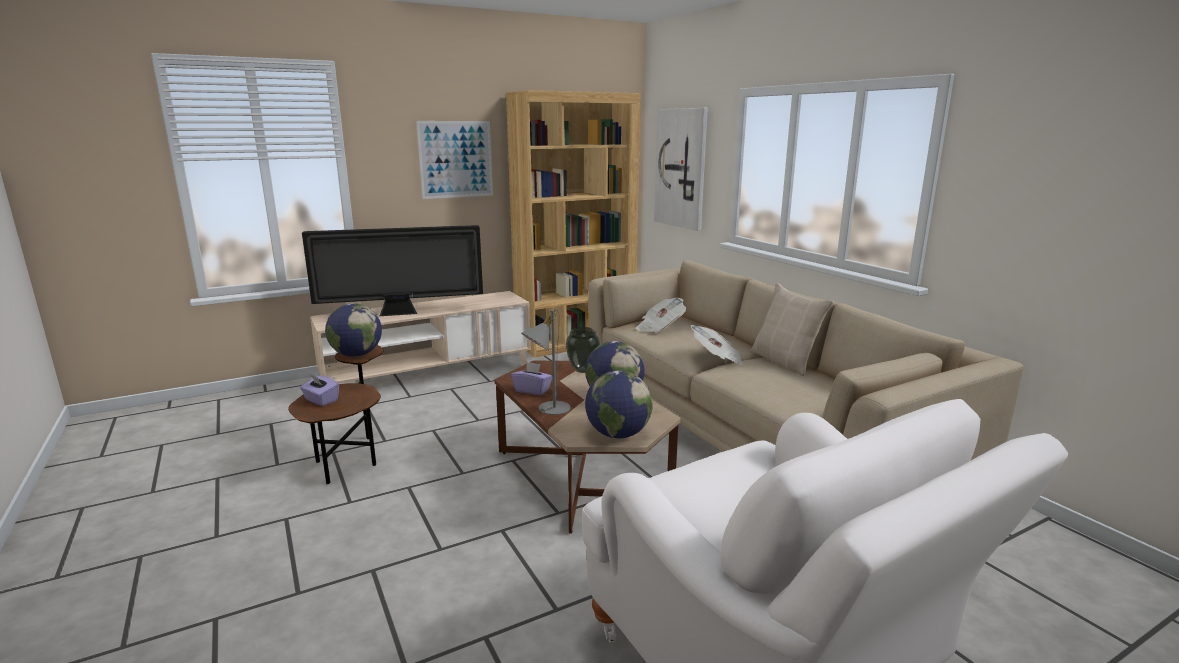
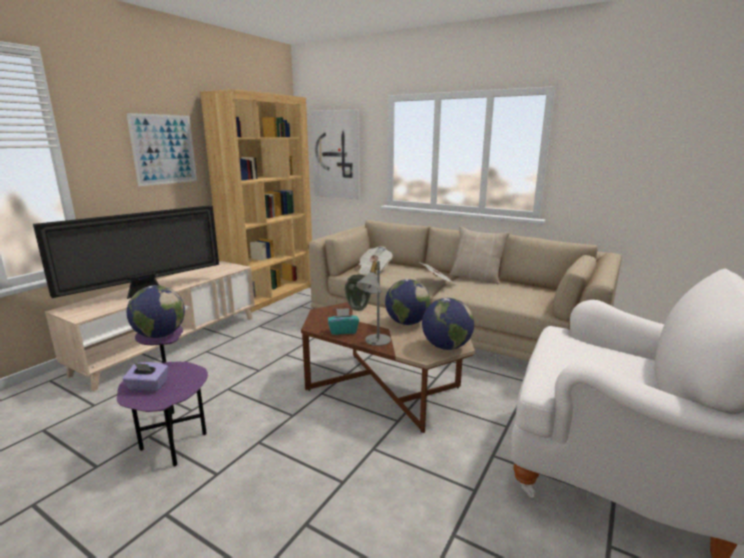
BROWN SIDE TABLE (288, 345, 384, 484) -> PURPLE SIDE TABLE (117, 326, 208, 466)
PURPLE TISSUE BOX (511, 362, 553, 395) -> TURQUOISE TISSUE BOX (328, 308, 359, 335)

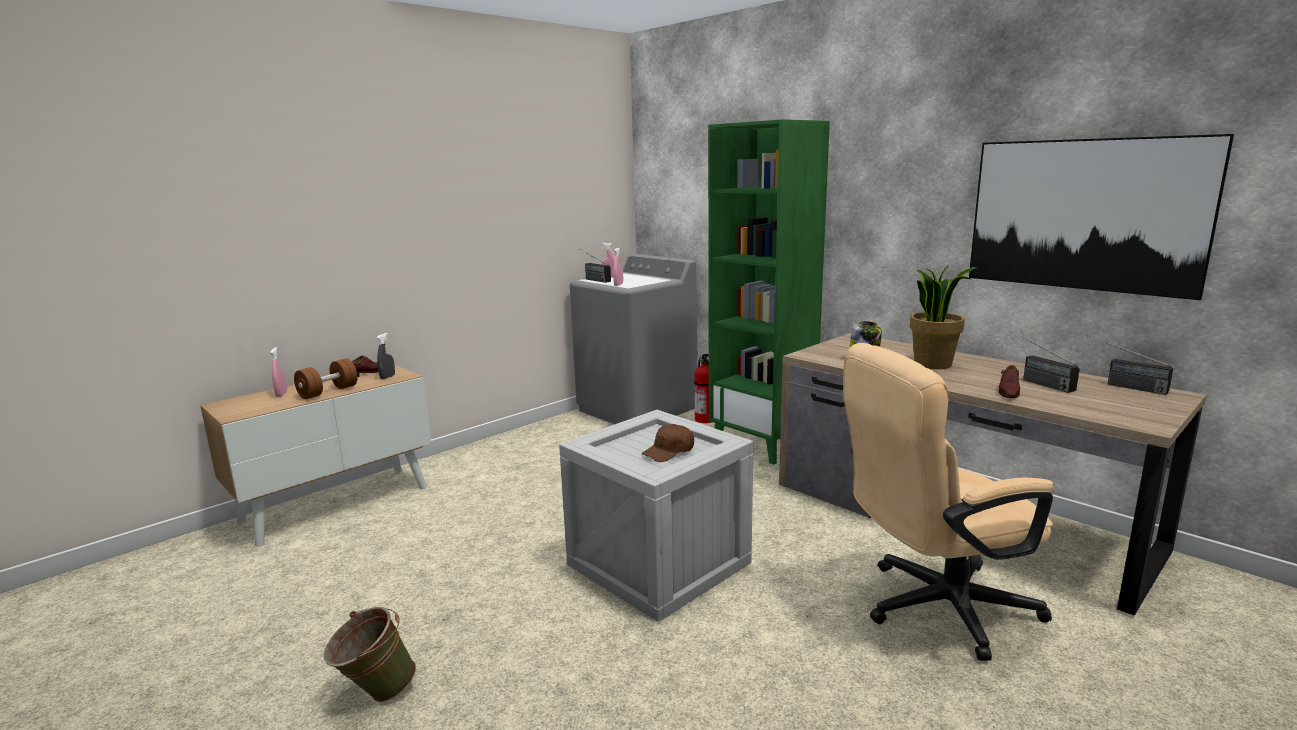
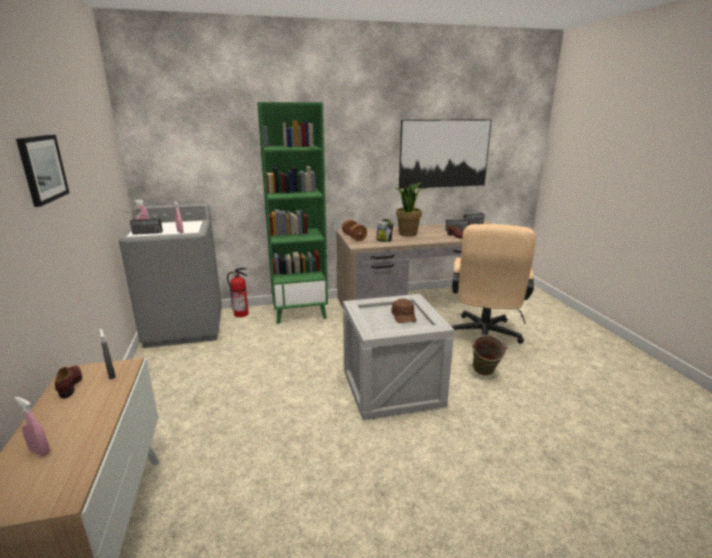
none -> PICTURE (16, 135, 69, 207)
BROWN DUMBBELL (294, 358, 358, 399) -> BROWN DUMBBELL (342, 219, 367, 241), moved
GREEN BUCKET (324, 607, 416, 702) -> GREEN BUCKET (471, 335, 507, 375), moved

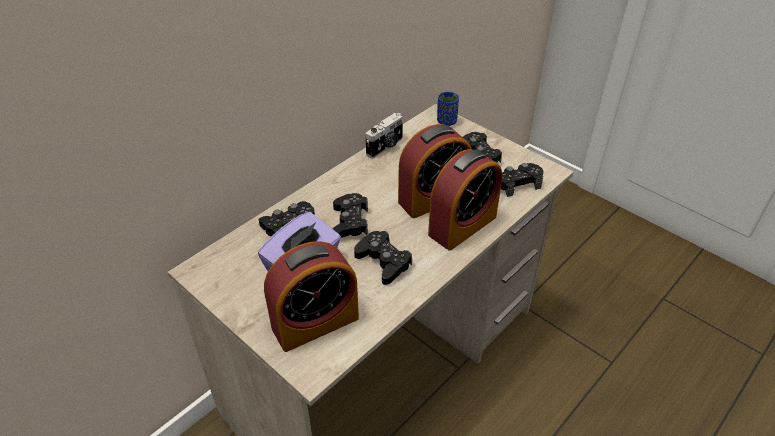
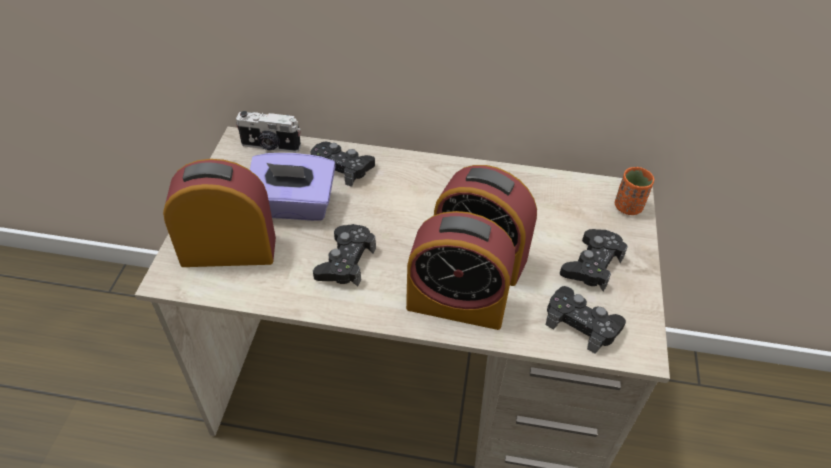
ALARM CLOCK (264, 241, 359, 352) -> ALARM CLOCK (163, 159, 276, 267), 150 degrees clockwise
PHOTO CAMERA (366, 113, 403, 159) -> PHOTO CAMERA (236, 111, 301, 153), moved
BLUE CUP (437, 92, 459, 126) -> ORANGE CUP (615, 167, 654, 215)
BLACK GAME CONTROLLER (333, 193, 368, 238) -> none

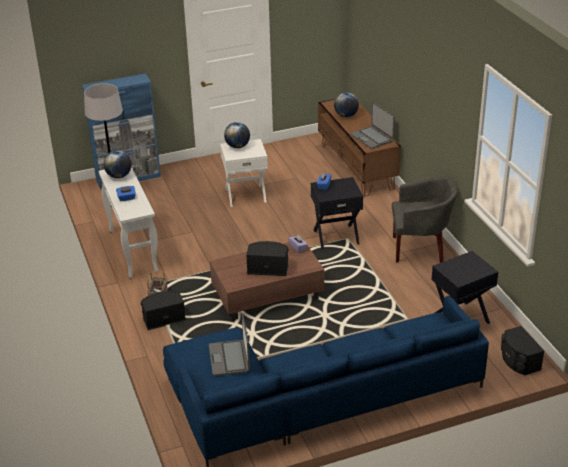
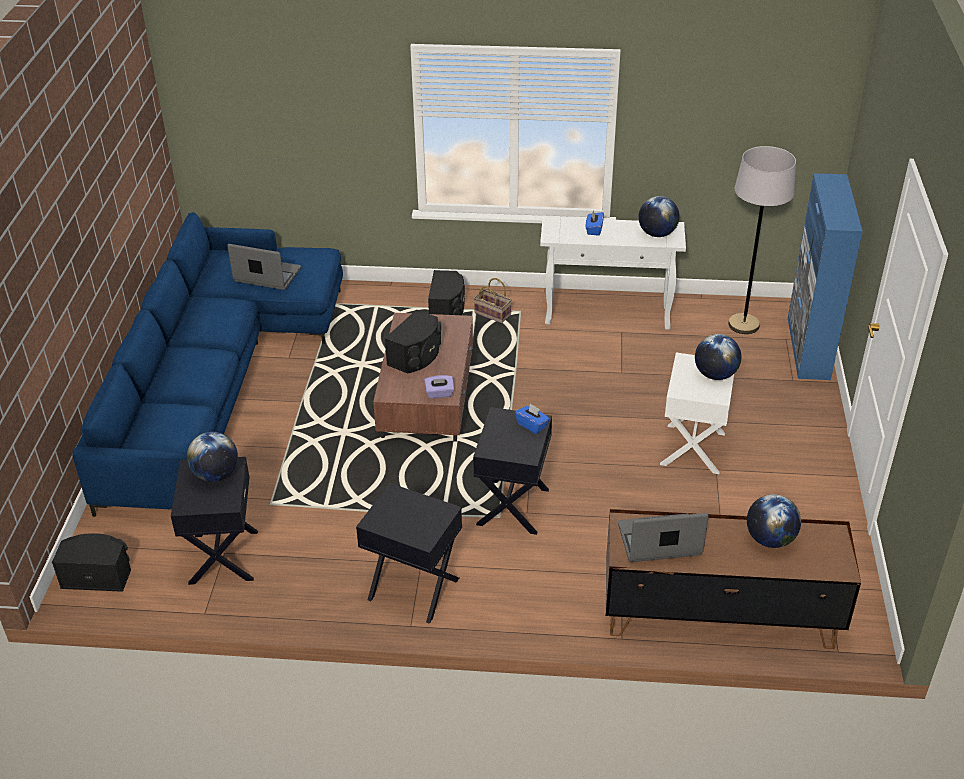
none -> GLOBE (187, 431, 238, 482)
GREY ARMCHAIR (392, 177, 458, 263) -> BLACK SIDE TABLE (356, 483, 462, 624)

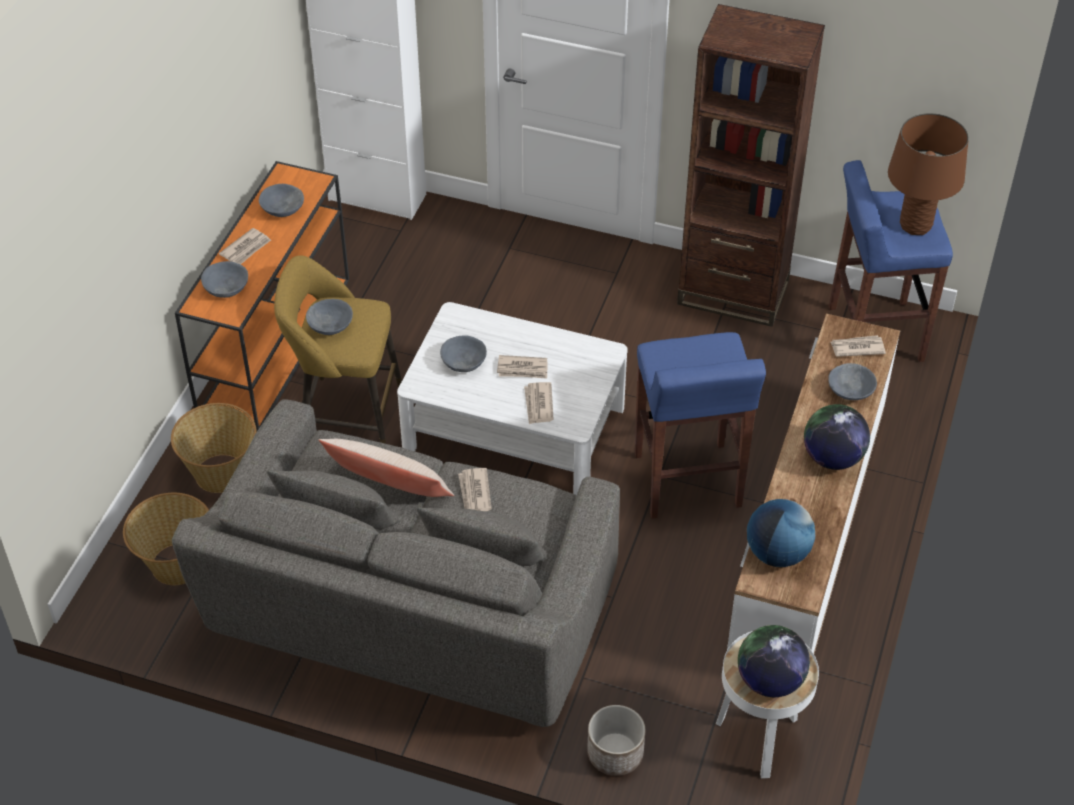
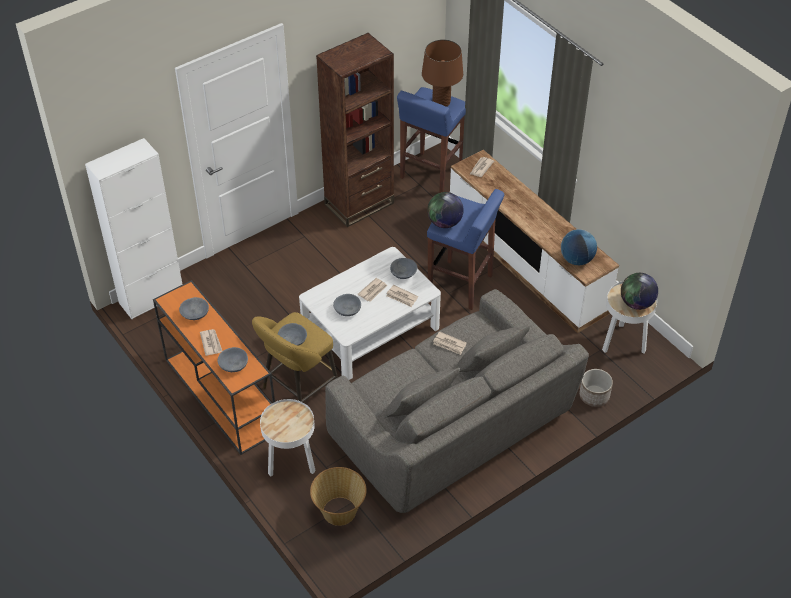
BASKET (171, 403, 256, 493) -> WHITE SIDE TABLE (260, 399, 316, 477)
GREY BOWL (828, 363, 877, 400) -> GREY BOWL (390, 258, 417, 279), moved
GLOBE (804, 404, 870, 470) -> GLOBE (427, 192, 464, 228), moved
BEIGE PILLOW (319, 439, 454, 497) -> none

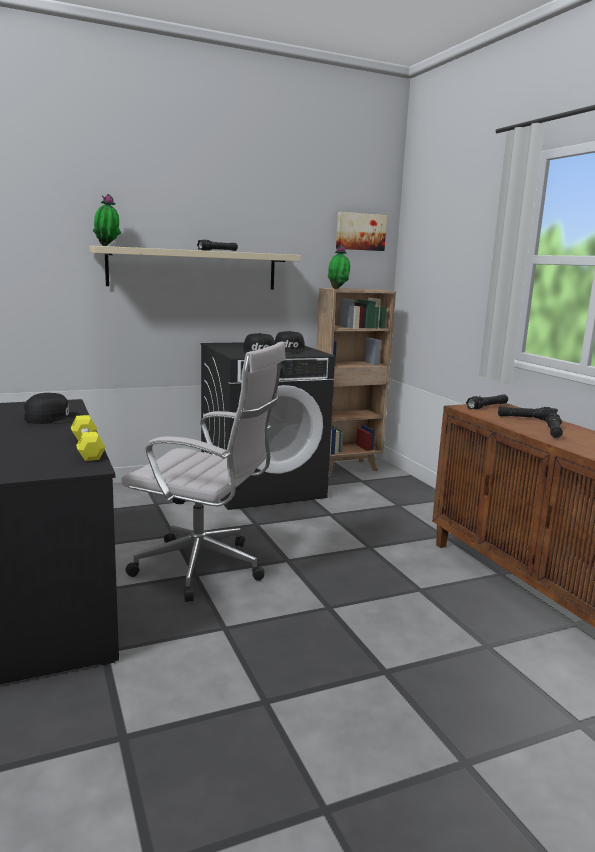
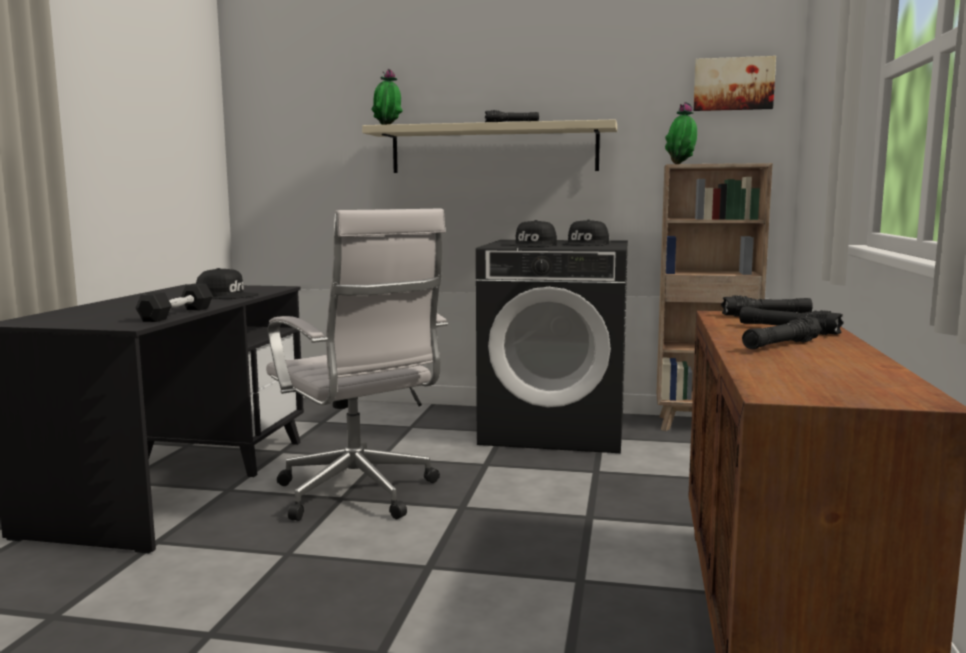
YELLOW DUMBBELL (71, 415, 105, 461) -> BLACK DUMBBELL (136, 284, 213, 322)

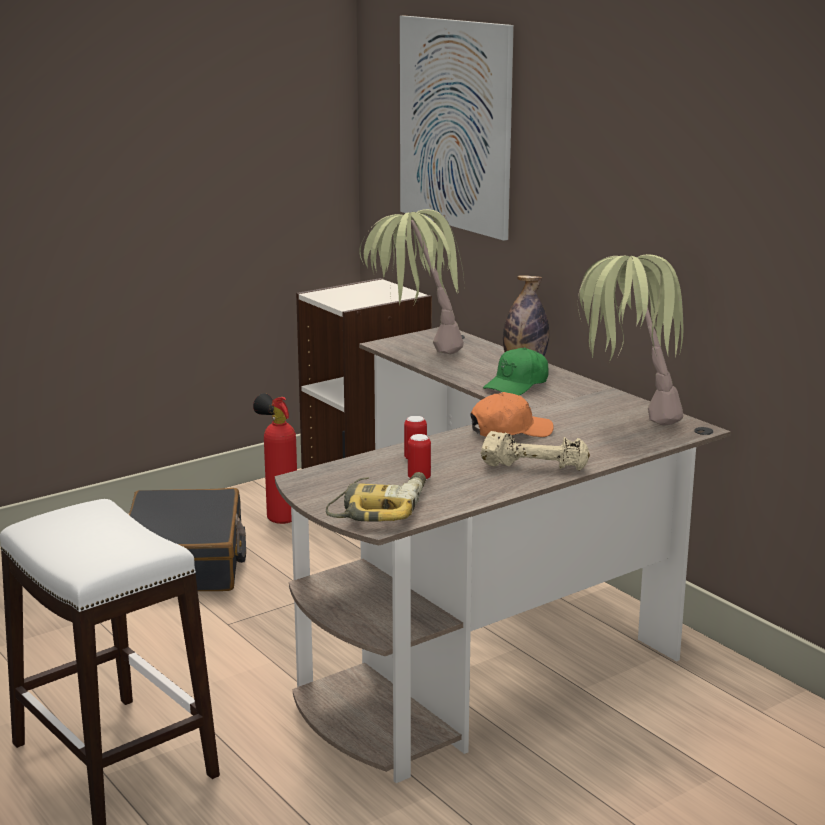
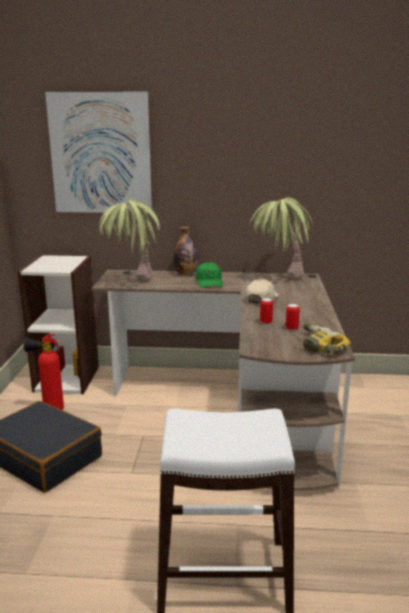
ORANGE CAP (471, 392, 554, 437) -> BEIGE CAP (245, 279, 279, 304)
BEIGE DUMBBELL (480, 431, 590, 470) -> none

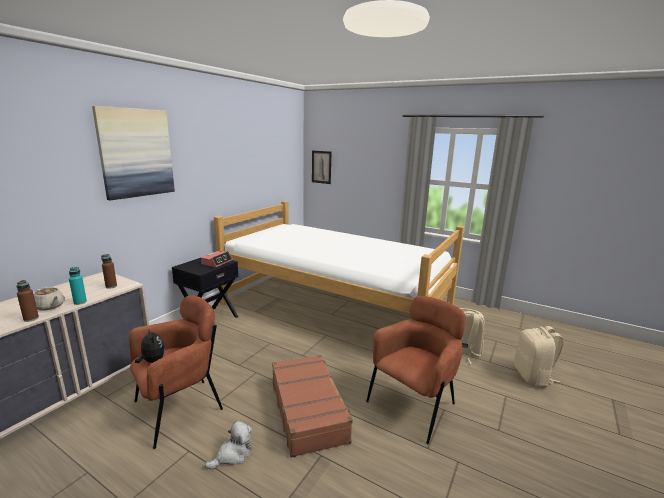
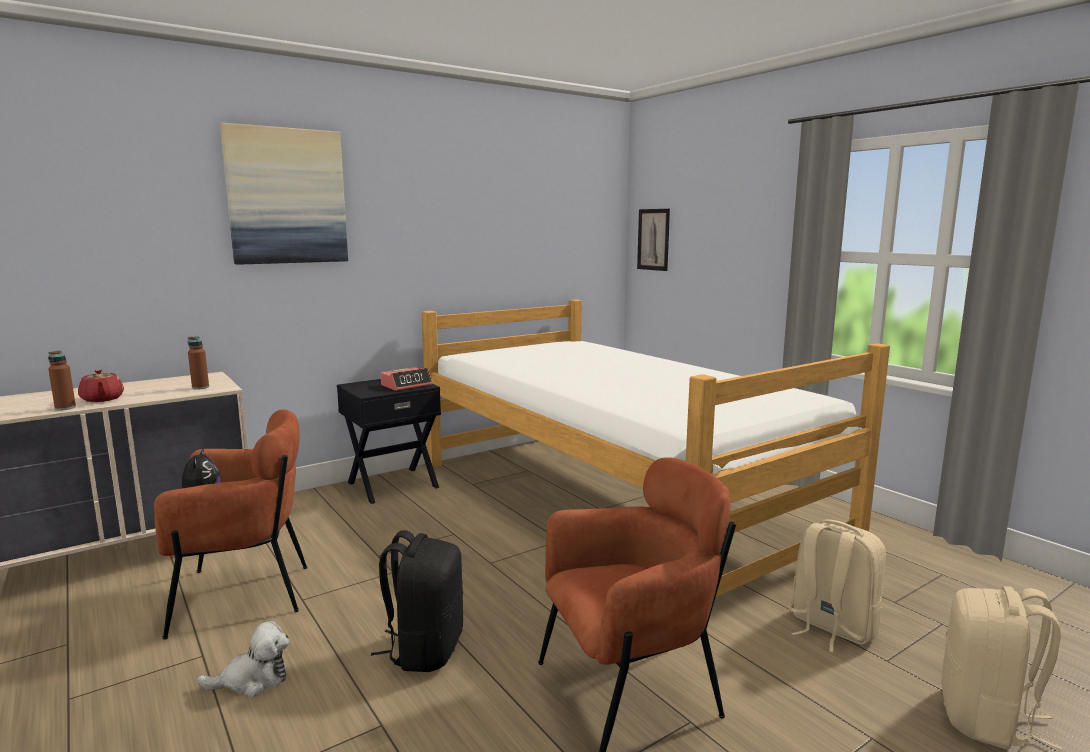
BEIGE TEAPOT (34, 287, 65, 311) -> RED TEAPOT (78, 369, 124, 402)
BROWN SUITCASE (272, 355, 353, 458) -> BLACK BACKPACK (371, 530, 463, 672)
TURQUOISE BOTTLE (69, 267, 87, 305) -> none

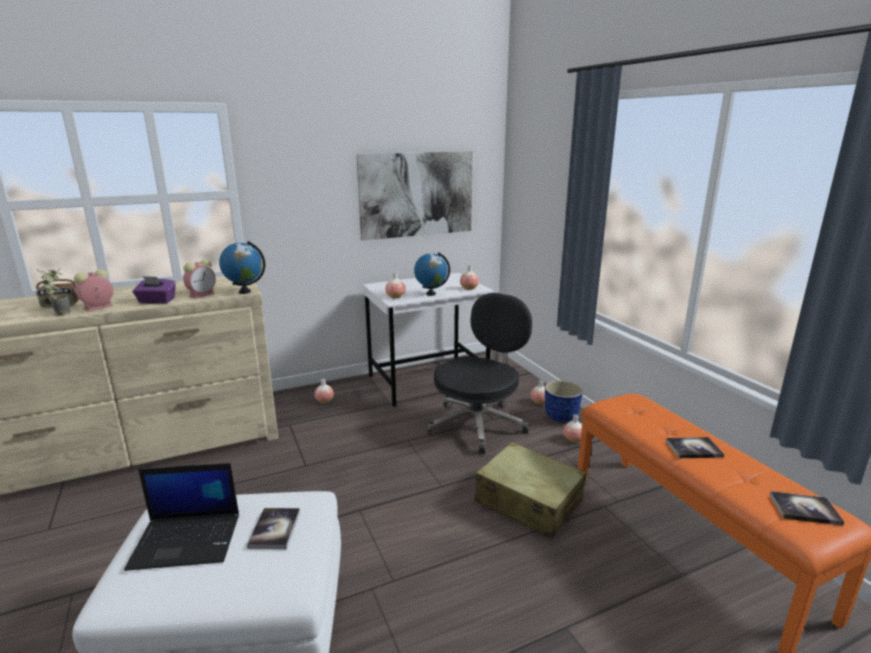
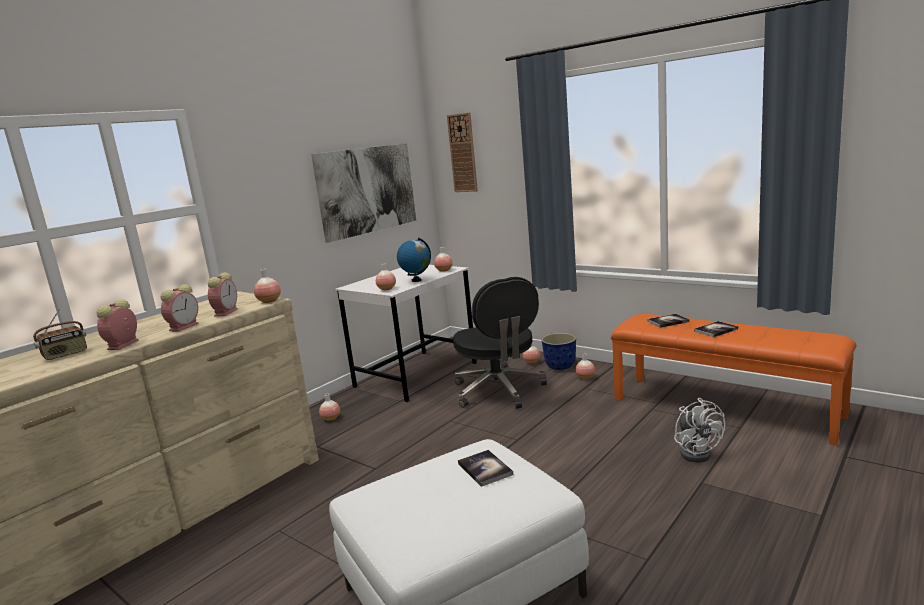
PURPLE TISSUE BOX (132, 276, 176, 304) -> ALARM CLOCK (161, 284, 199, 332)
GLOBE (219, 241, 265, 294) -> VASE (254, 269, 281, 303)
none -> WALL CLOCK (447, 112, 478, 192)
BLACK OFFICE CHAIR (427, 293, 532, 454) -> BLACK OFFICE CHAIR (453, 277, 547, 409), 150 degrees clockwise
BOOK (770, 491, 844, 526) -> BOOK (648, 314, 690, 328), moved
none -> WHITE FAN (674, 398, 725, 462)
POTTED PLANT (38, 269, 71, 315) -> none
LAPTOP (124, 463, 239, 571) -> none
BEIGE SUITCASE (474, 442, 587, 539) -> none

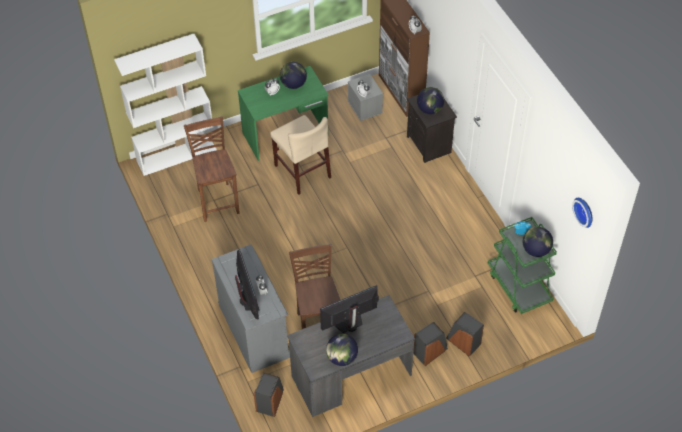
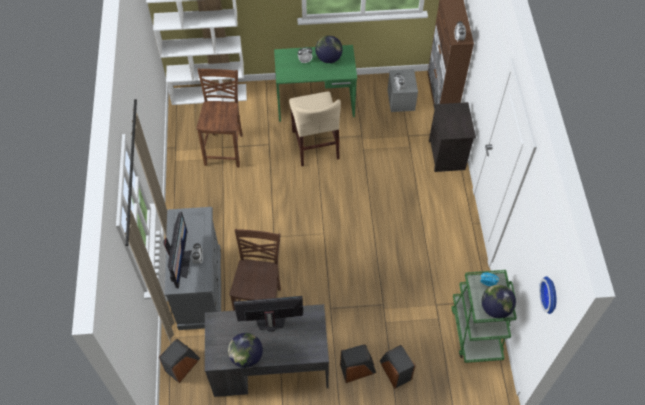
GLOBE (417, 87, 444, 114) -> none

